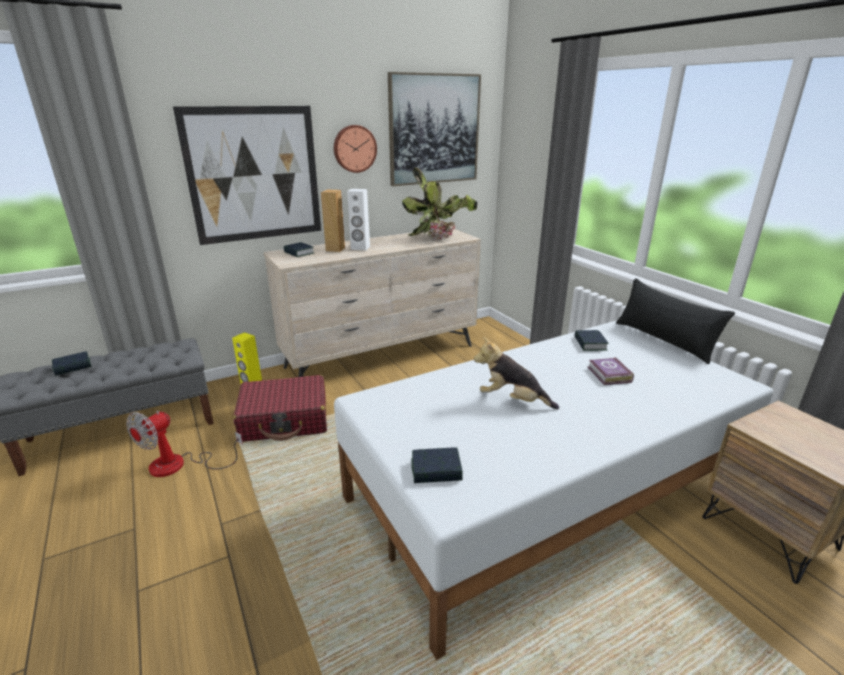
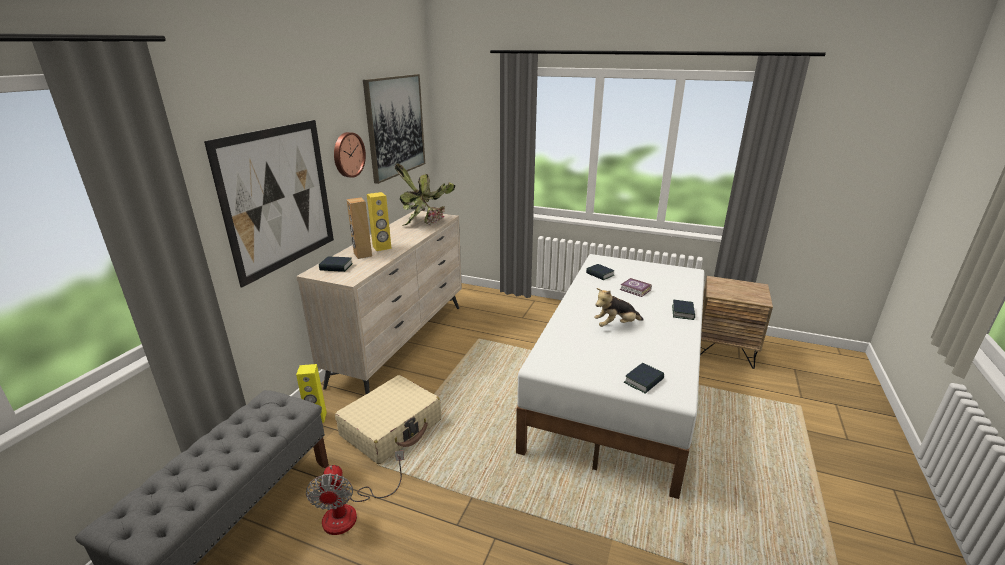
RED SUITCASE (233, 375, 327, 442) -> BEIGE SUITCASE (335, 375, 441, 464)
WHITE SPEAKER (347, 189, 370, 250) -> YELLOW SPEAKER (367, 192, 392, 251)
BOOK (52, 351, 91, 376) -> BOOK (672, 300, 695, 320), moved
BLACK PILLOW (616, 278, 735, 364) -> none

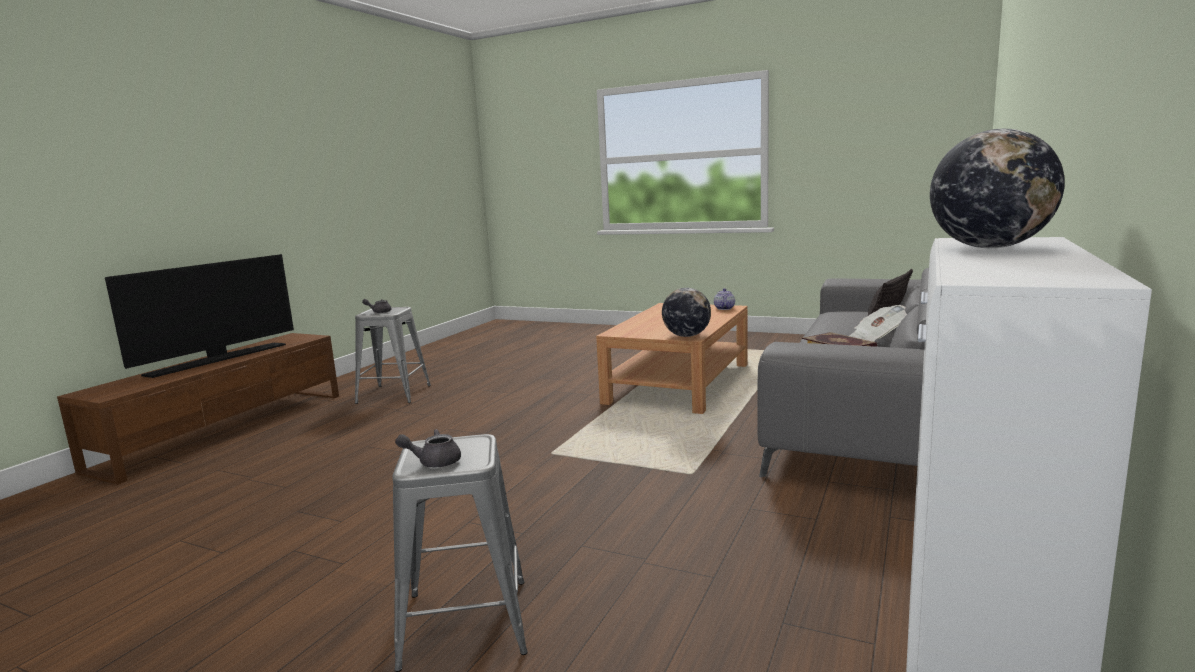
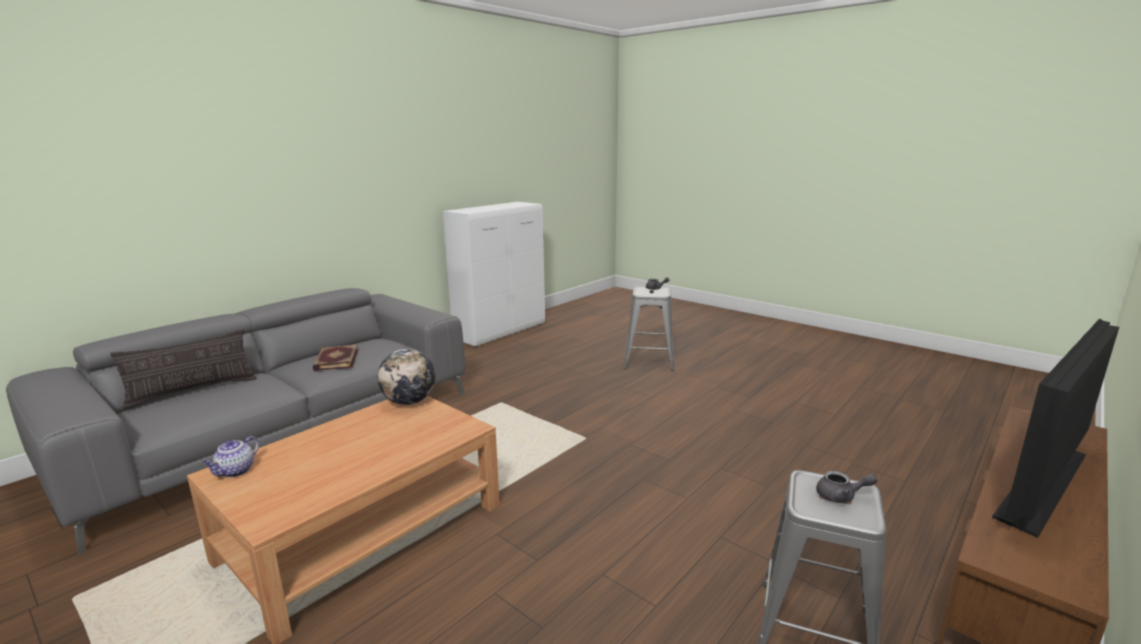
NEWSPAPER (849, 305, 907, 342) -> none
GLOBE (930, 129, 1065, 248) -> none

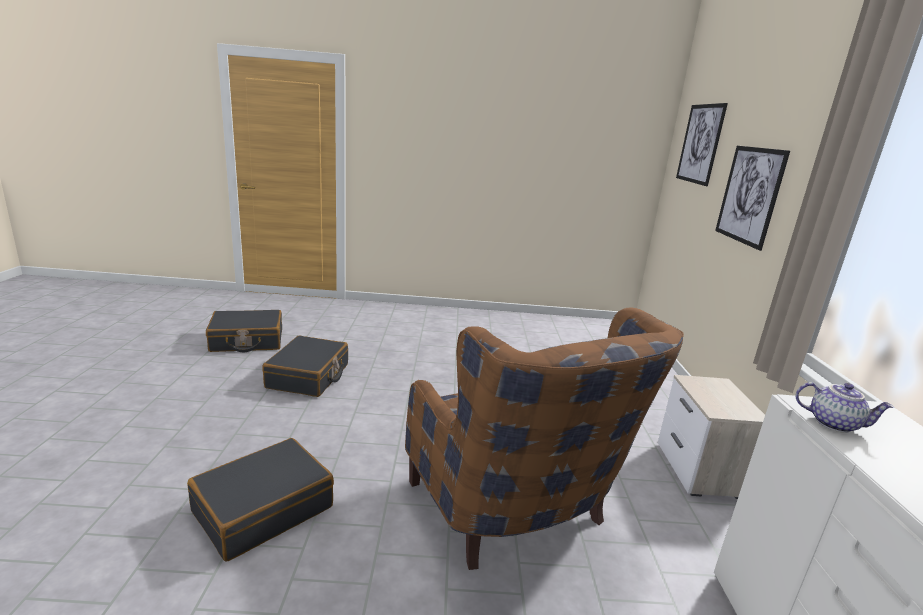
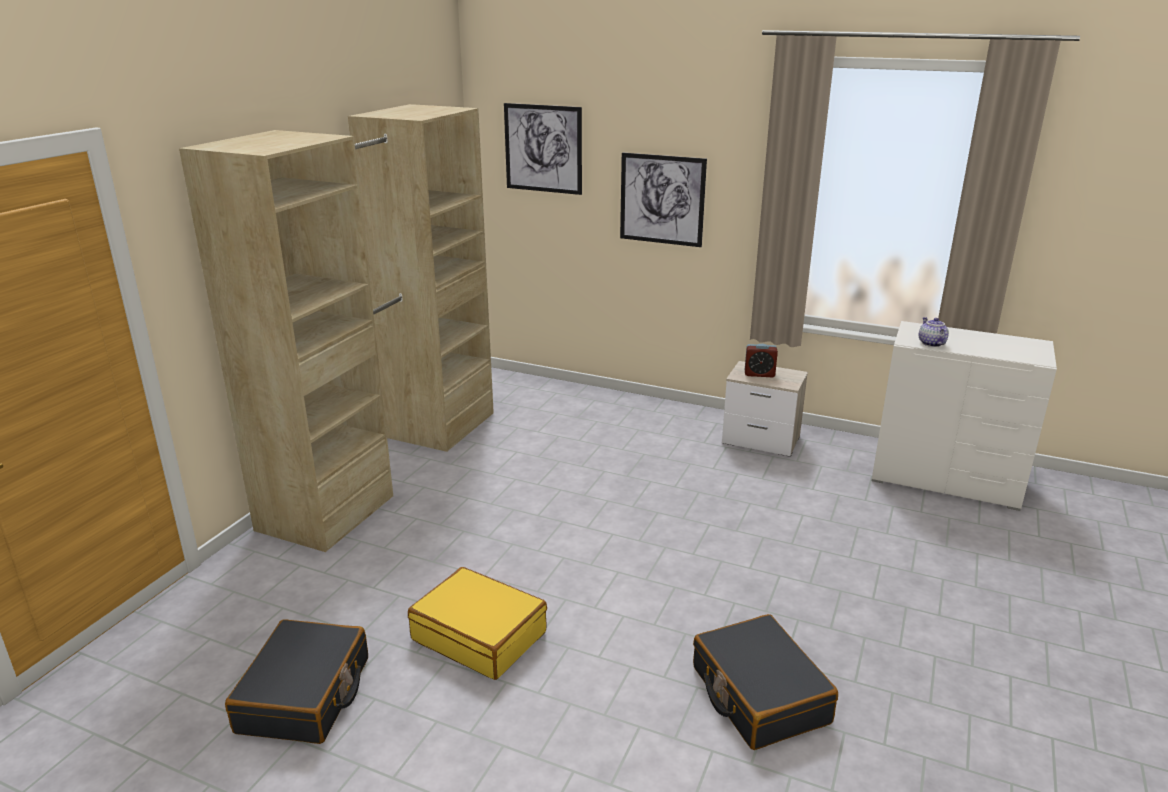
none -> BEIGE WARDROBE (179, 104, 494, 552)
BLACK SUITCASE (263, 336, 348, 397) -> YELLOW SUITCASE (408, 567, 547, 680)
none -> ALARM CLOCK (745, 344, 778, 377)
TEAPOT (795, 382, 894, 433) -> TEAPOT (919, 317, 949, 347), 60 degrees counterclockwise
BROWN ARMCHAIR (405, 307, 684, 570) -> none

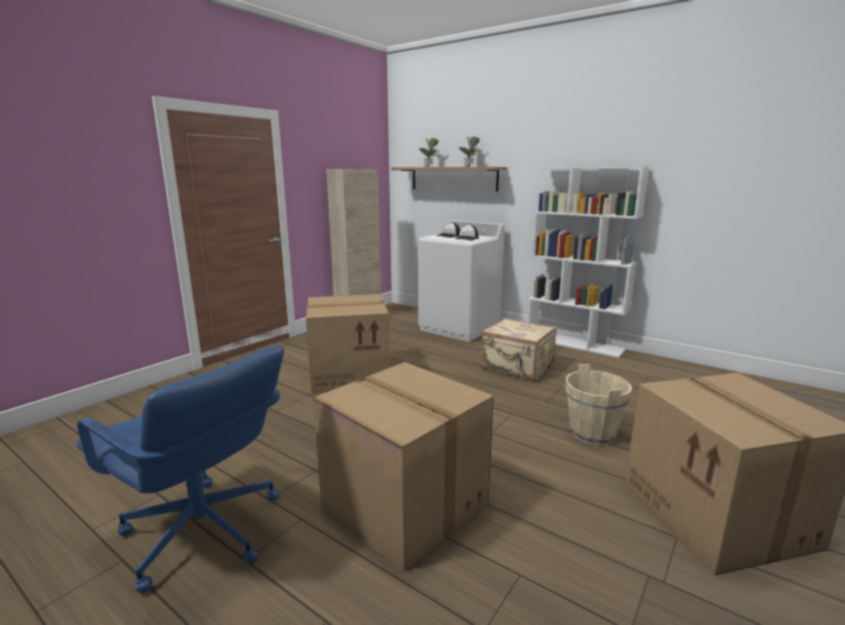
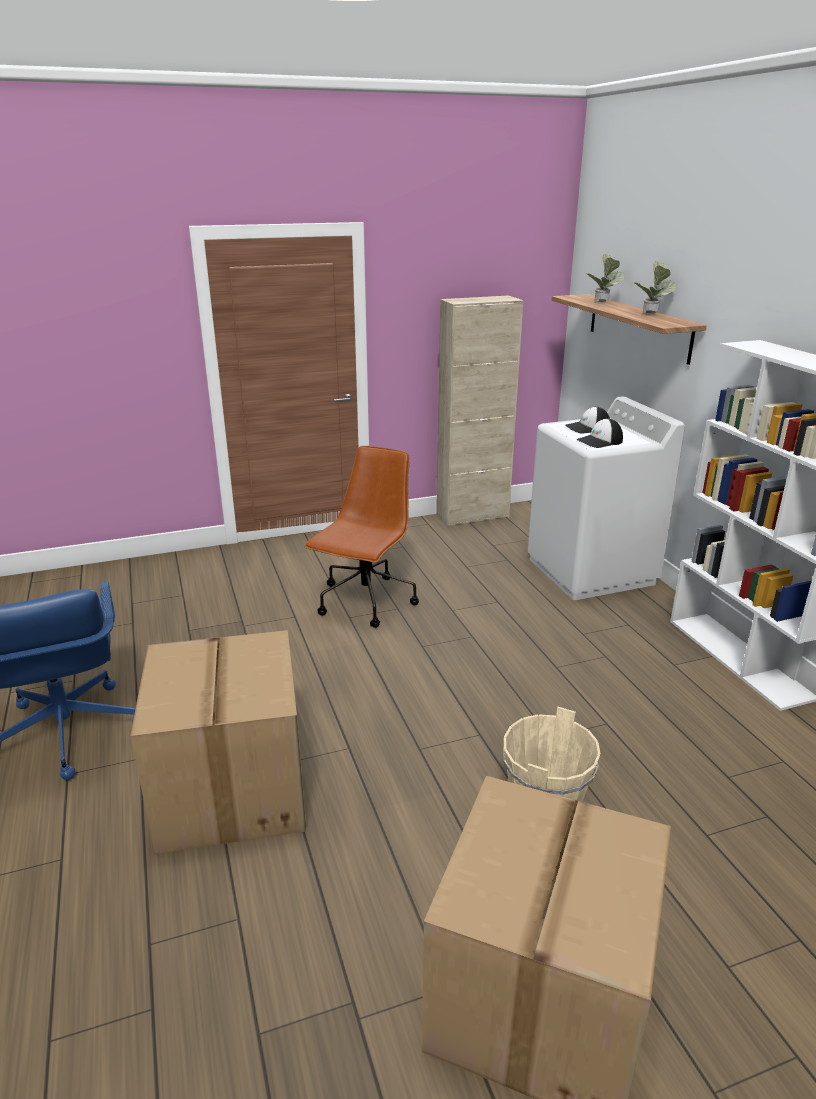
CARDBOARD BOX (306, 294, 390, 394) -> BROWN OFFICE CHAIR (305, 446, 419, 628)
BEIGE SUITCASE (481, 318, 557, 381) -> none

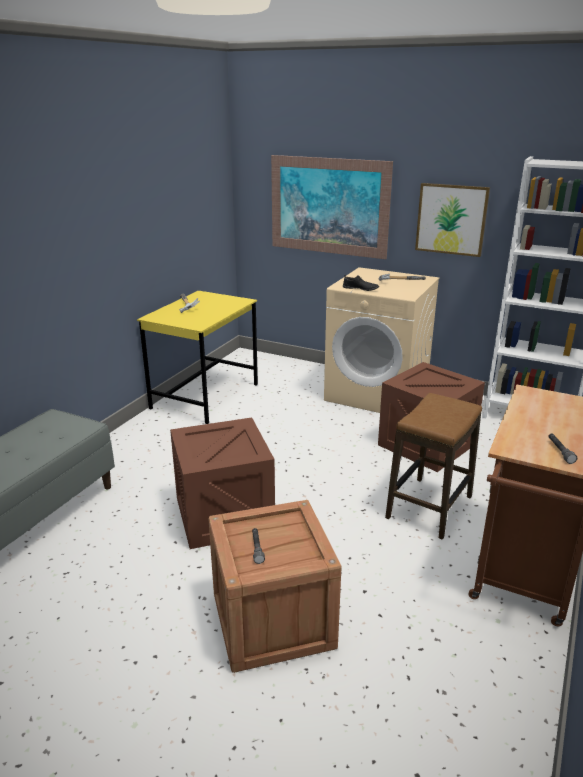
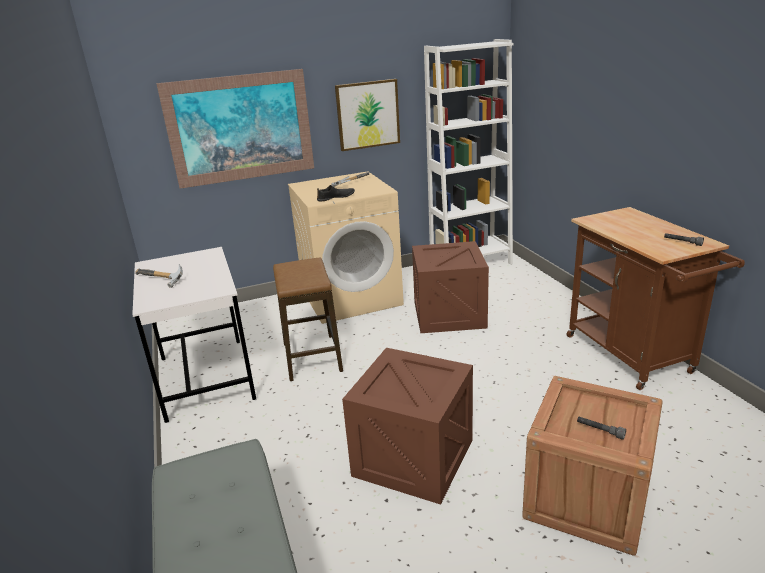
YELLOW DESK (137, 291, 258, 424) -> WHITE DESK (132, 247, 256, 423)
STOOL (385, 393, 482, 539) -> STOOL (273, 258, 343, 381), moved

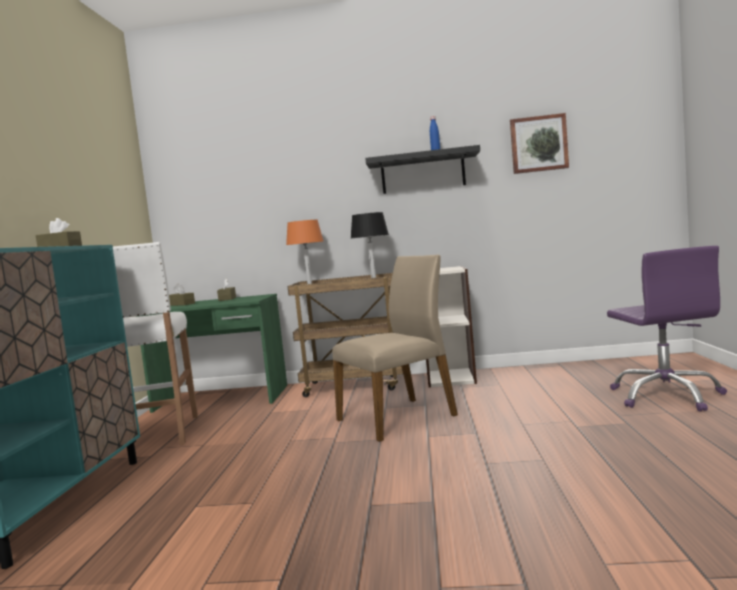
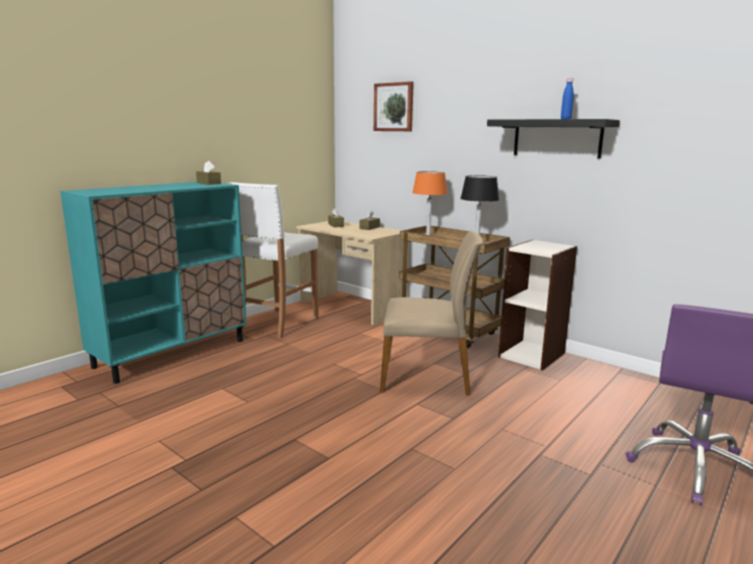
GREEN DESK (136, 294, 287, 413) -> BEIGE DESK (296, 221, 409, 325)
PICTURE (510, 113, 569, 174) -> PICTURE (374, 81, 414, 131), moved

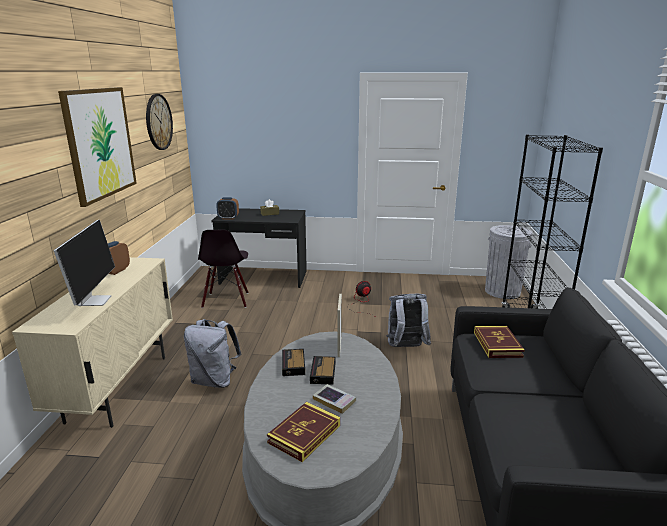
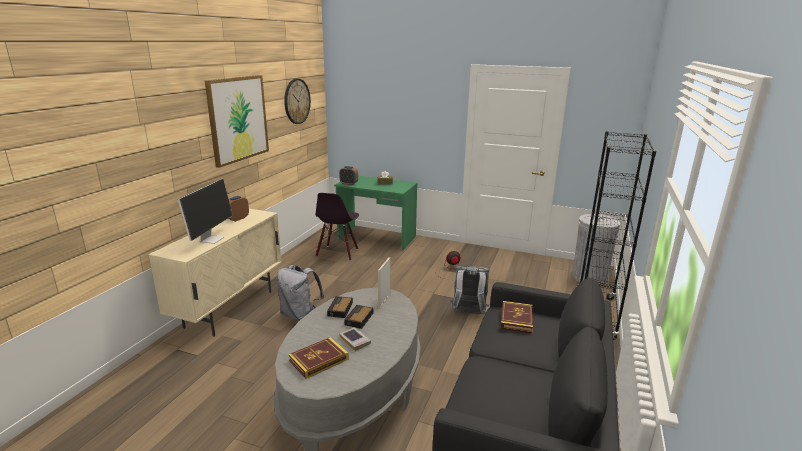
BLACK DESK (211, 208, 307, 288) -> GREEN DESK (334, 176, 418, 250)

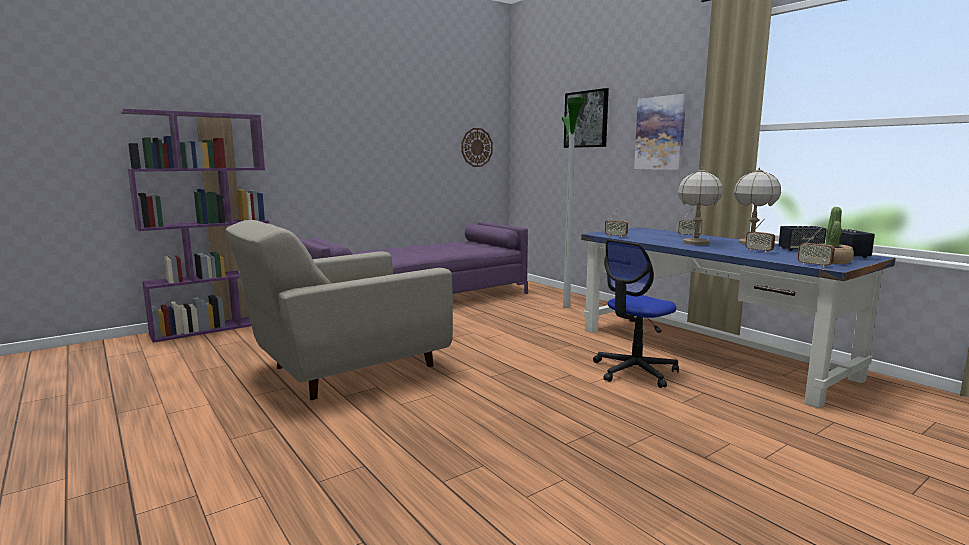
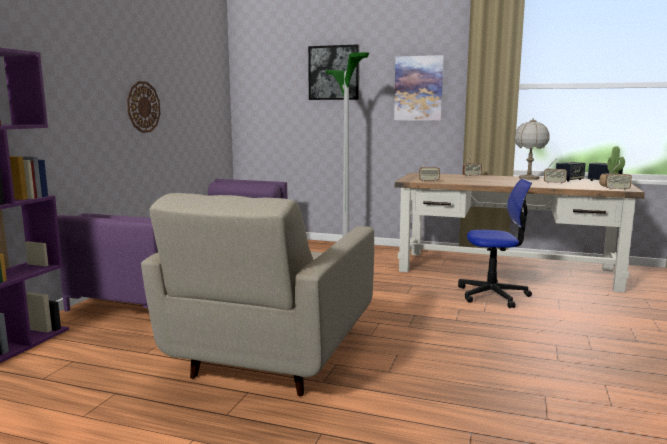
WALL CLOCK (462, 128, 493, 167) -> WALL CLOCK (127, 81, 160, 133), moved
BLUE DESK (581, 227, 896, 409) -> BROWN DESK (395, 173, 645, 293)
OFFICE CHAIR (593, 239, 679, 388) -> OFFICE CHAIR (458, 179, 532, 308), 105 degrees counterclockwise
TABLE LAMP (678, 168, 723, 245) -> none

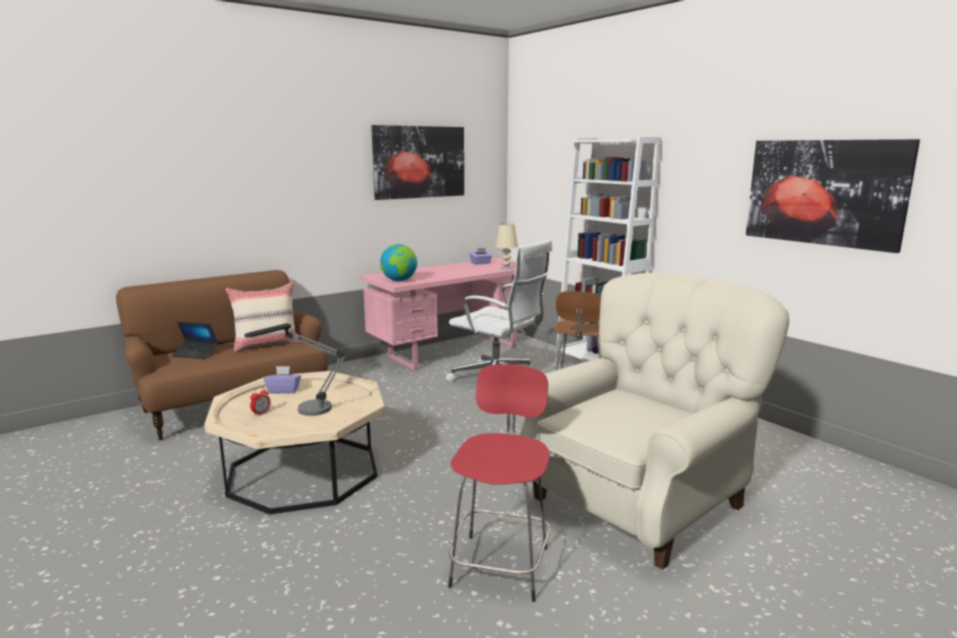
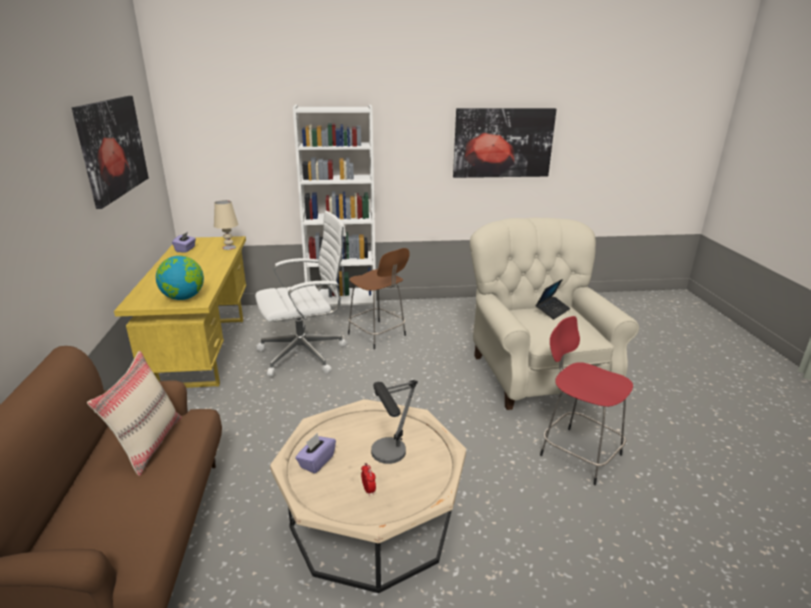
PINK DESK (359, 258, 516, 371) -> YELLOW DESK (114, 236, 246, 388)
LAPTOP (172, 322, 218, 359) -> LAPTOP (536, 279, 571, 320), moved

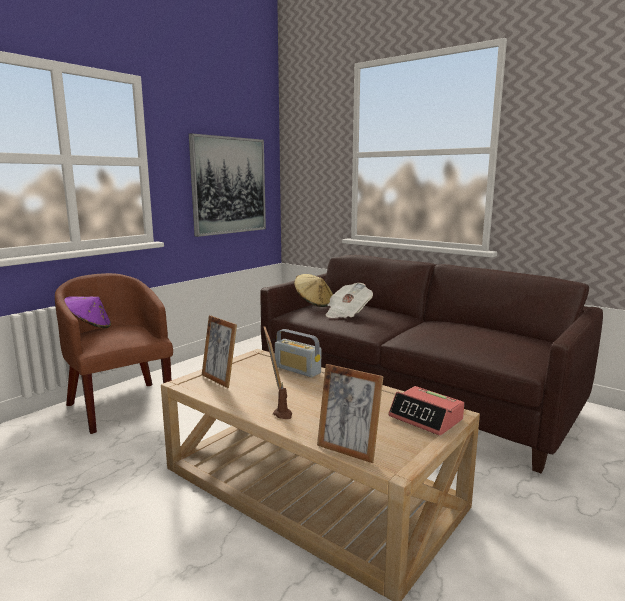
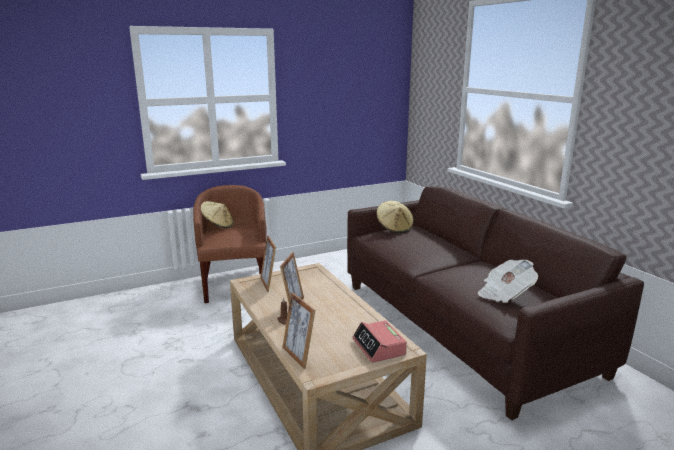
PURPLE HAT (65, 296, 111, 328) -> BEIGE HAT (201, 201, 234, 228)
NEWSPAPER (326, 283, 373, 318) -> NEWSPAPER (478, 260, 538, 303), moved
PICTURE (189, 133, 266, 237) -> none
RADIO (275, 329, 321, 377) -> none

